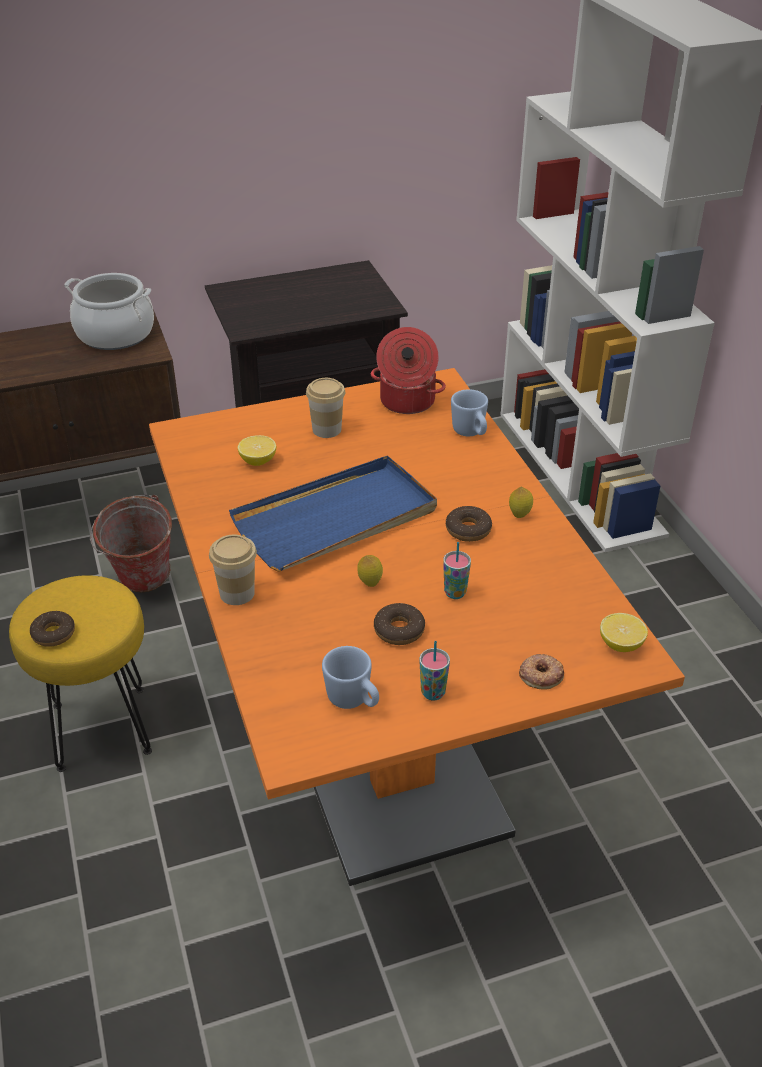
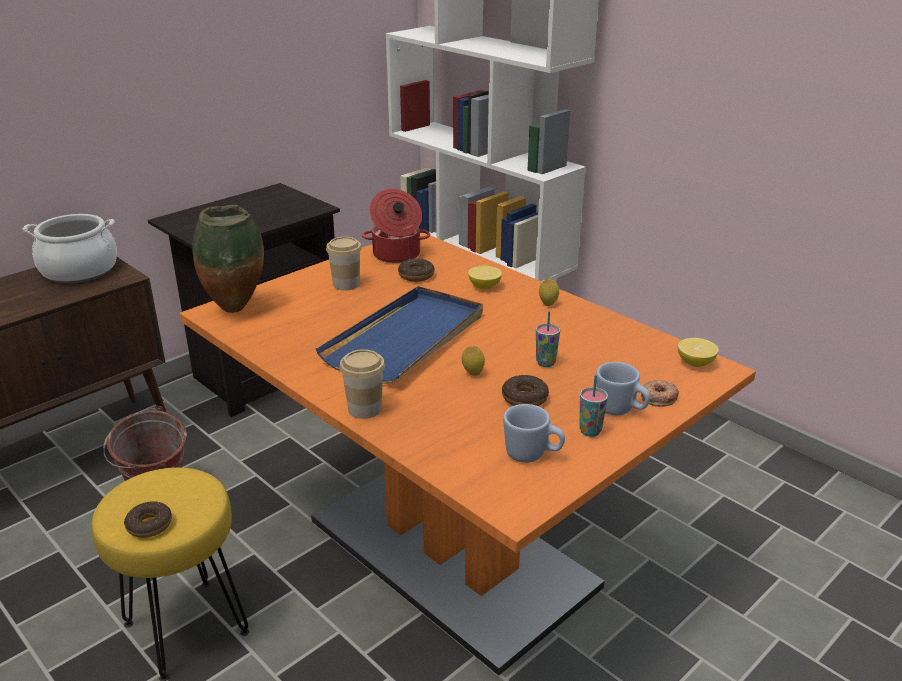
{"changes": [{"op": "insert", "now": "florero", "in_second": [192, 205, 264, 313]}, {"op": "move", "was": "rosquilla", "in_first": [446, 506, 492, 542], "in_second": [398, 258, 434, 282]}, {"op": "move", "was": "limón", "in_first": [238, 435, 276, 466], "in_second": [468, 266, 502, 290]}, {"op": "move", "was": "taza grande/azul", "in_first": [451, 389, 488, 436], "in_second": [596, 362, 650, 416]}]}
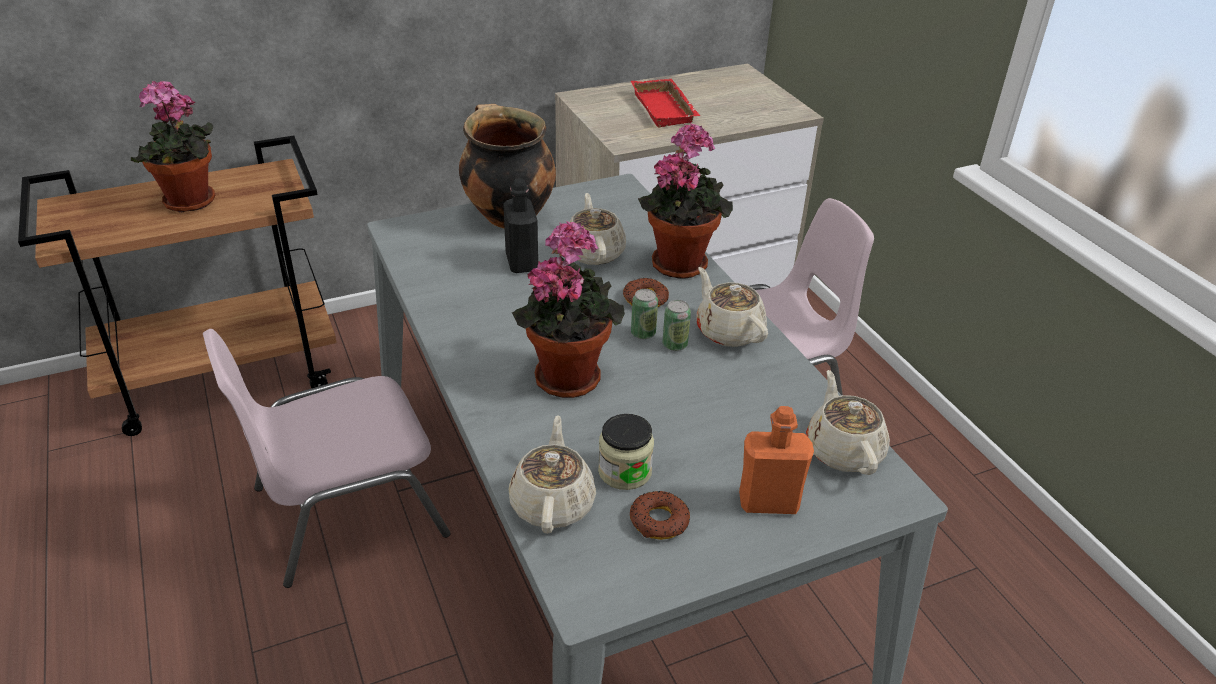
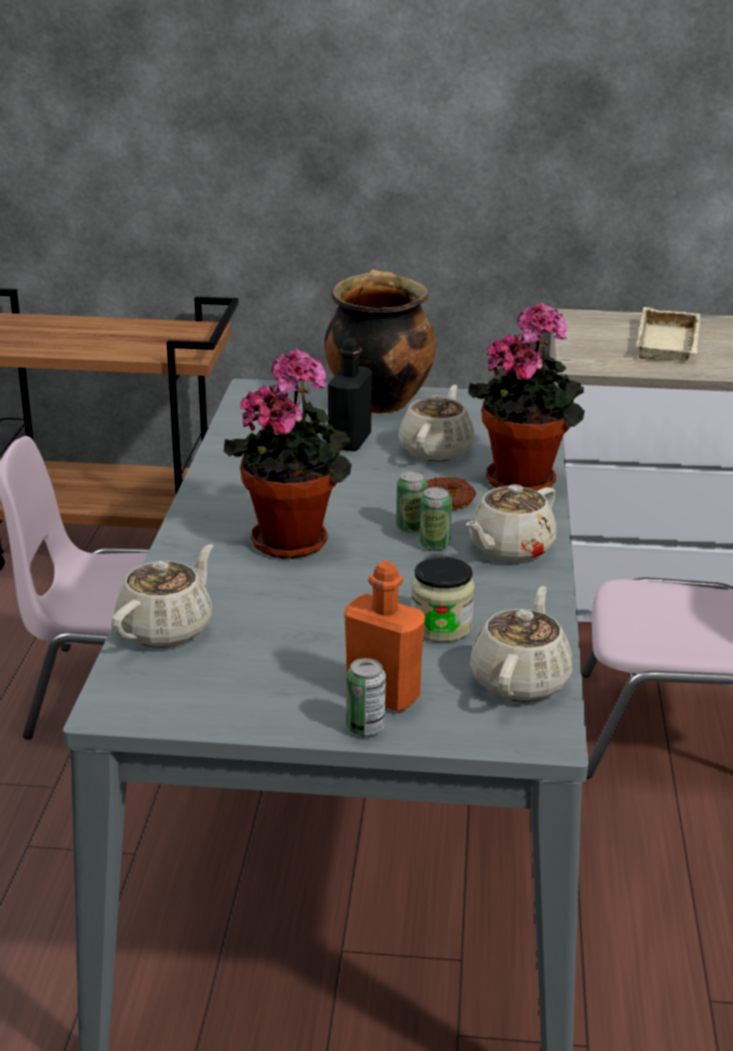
{"changes": [{"op": "insert", "now": "lata", "in_second": [346, 658, 386, 737]}, {"op": "move", "was": "tarro", "in_first": [598, 414, 654, 490], "in_second": [411, 557, 475, 642]}, {"op": "rotate", "was": "tetera/beis", "in_first": [696, 267, 768, 347], "in_second": [466, 484, 557, 562], "clockwise": -135}, {"op": "recolor", "was": "bandeja/rojo", "now": "bandeja/beis", "in_first": [631, 79, 700, 127], "in_second": [636, 307, 700, 361]}, {"op": "delete", "was": "planta en maceta", "in_first": [131, 80, 215, 212]}, {"op": "delete", "was": "rosquilla", "in_first": [630, 491, 690, 540]}]}
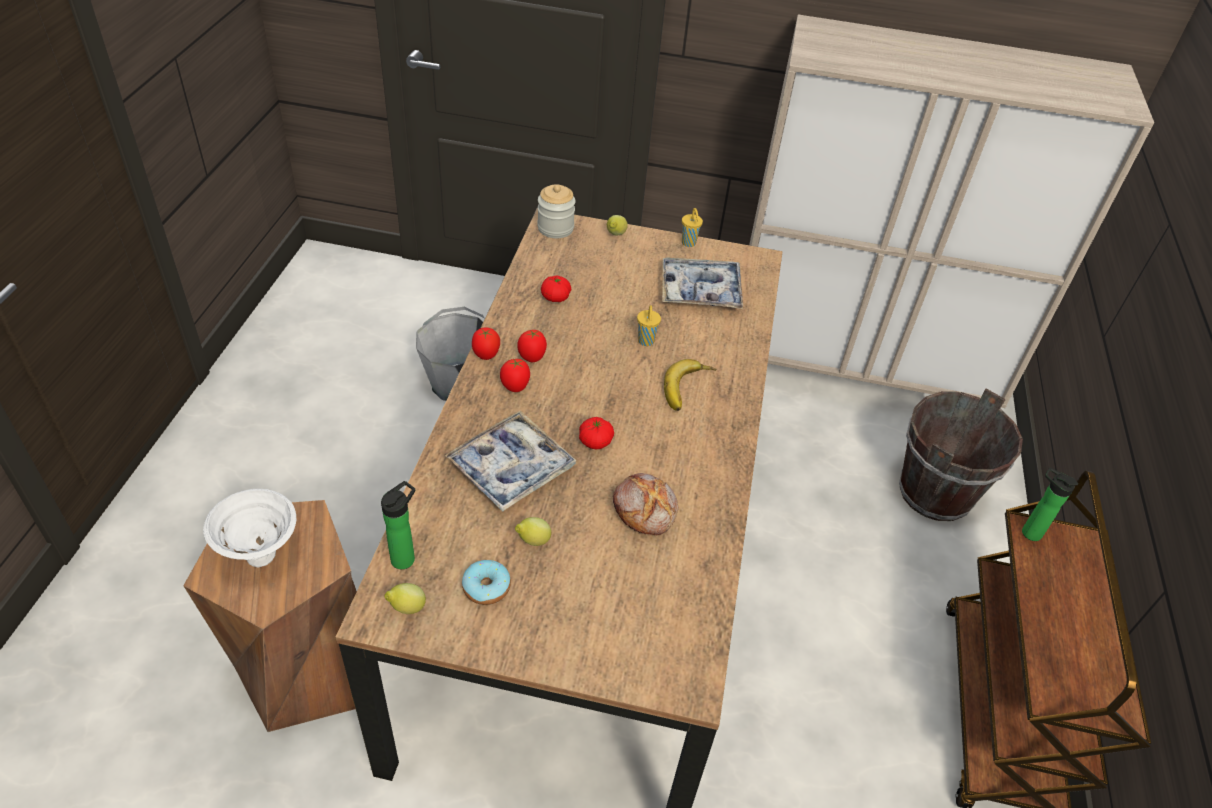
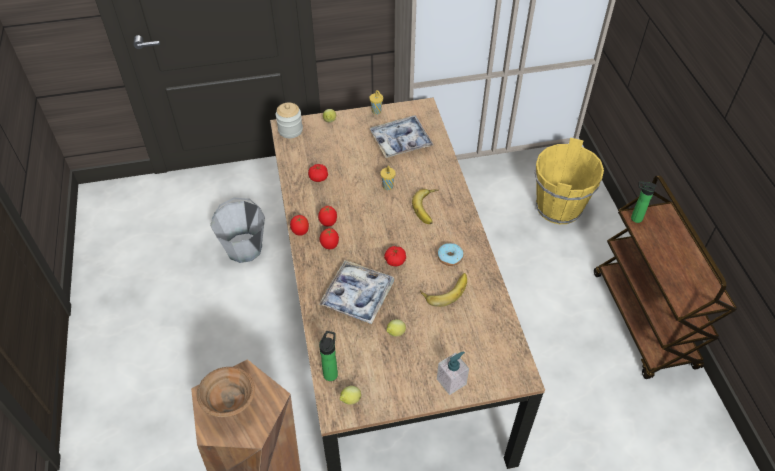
{"changes": [{"op": "recolor", "was": "cuenco/blanco", "now": "cuenco/marrón", "in_first": [203, 489, 296, 568], "in_second": [196, 367, 255, 417]}, {"op": "replace", "was": "pan", "now": "plátano", "in_first": [613, 473, 679, 535], "in_second": [420, 273, 467, 307]}, {"op": "move", "was": "rosquilla", "in_first": [462, 560, 511, 605], "in_second": [437, 243, 463, 266]}, {"op": "insert", "now": "dispensador de jabón", "in_second": [437, 351, 469, 395]}, {"op": "recolor", "was": "cubo/marrón", "now": "cubo/amarillo", "in_first": [899, 388, 1023, 521], "in_second": [535, 138, 604, 224]}]}
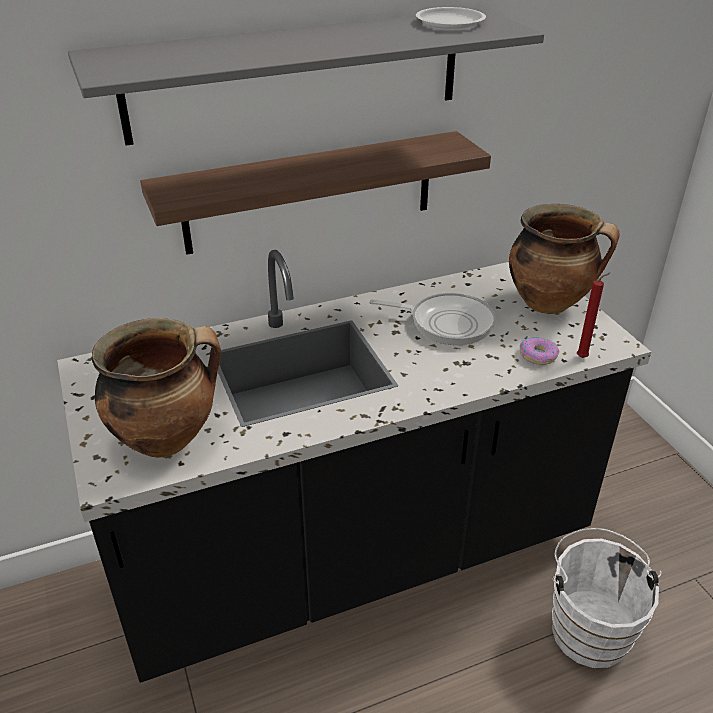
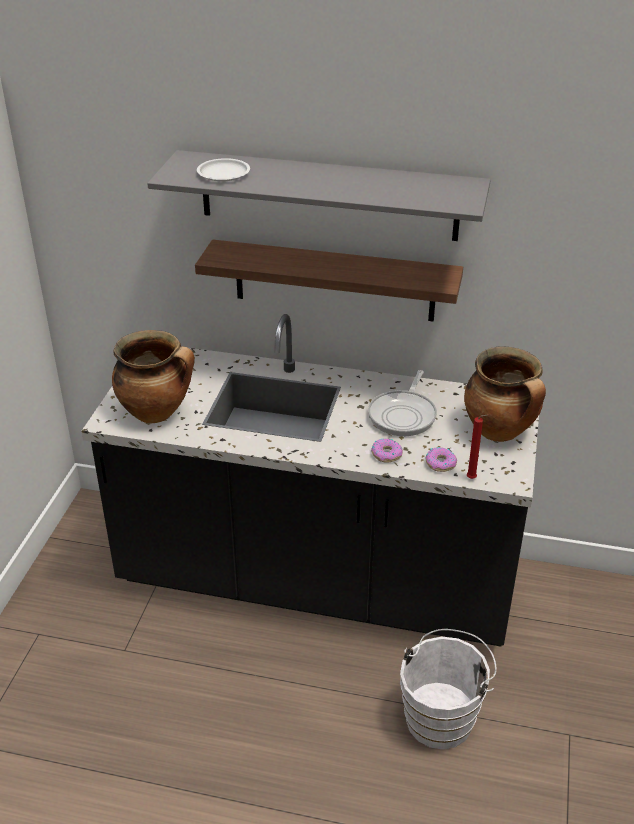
{"changes": [{"op": "move", "was": "plato/blanco", "in_first": [416, 7, 486, 29], "in_second": [197, 158, 250, 181]}, {"op": "rotate", "was": "sartén", "in_first": [370, 293, 496, 345], "in_second": [368, 370, 437, 436], "clockwise": 60}, {"op": "insert", "now": "rosquilla", "in_second": [371, 438, 403, 463]}]}
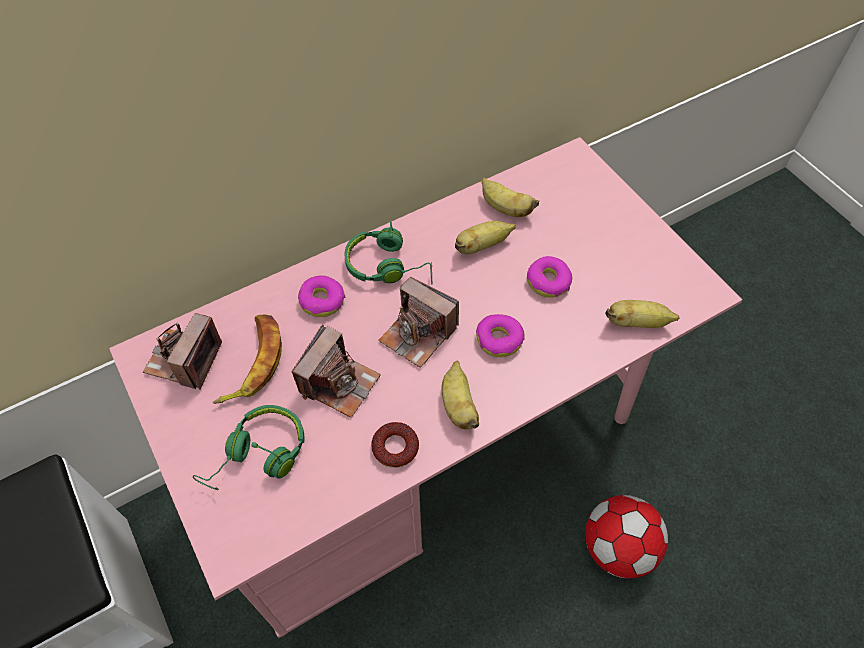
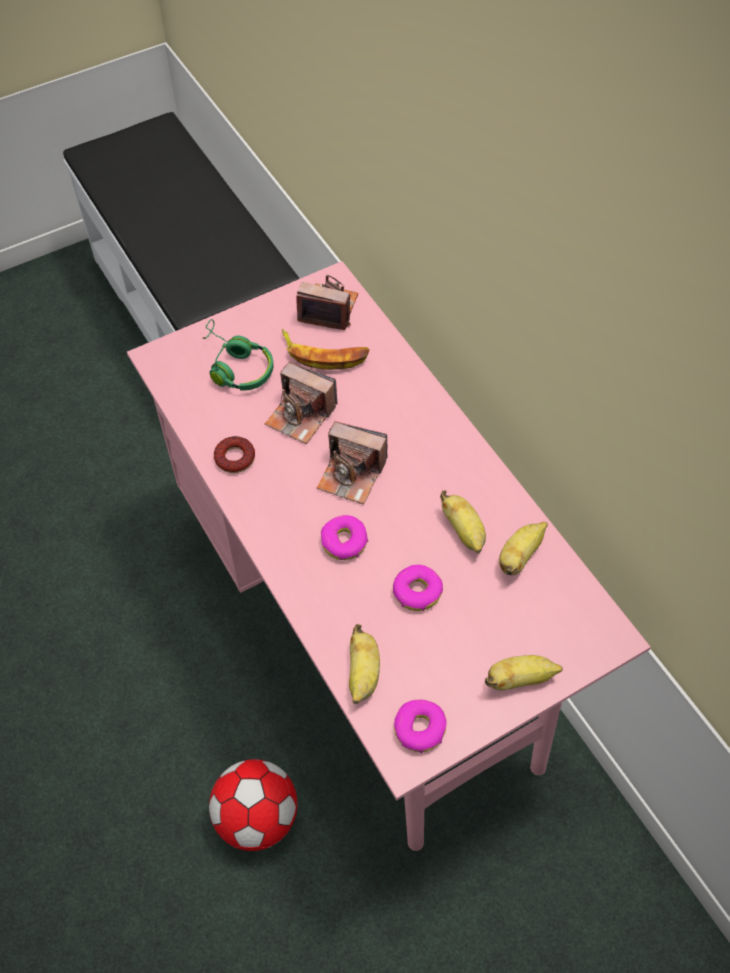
{"changes": [{"op": "rotate", "was": "cámara", "in_first": [379, 277, 459, 368], "in_second": [317, 421, 388, 504], "clockwise": -105}, {"op": "move", "was": "rosquilla", "in_first": [298, 275, 345, 317], "in_second": [394, 700, 447, 753]}, {"op": "move", "was": "plátano", "in_first": [442, 361, 479, 430], "in_second": [485, 655, 563, 691]}, {"op": "delete", "was": "auriculares/verde", "in_first": [345, 221, 432, 284]}]}
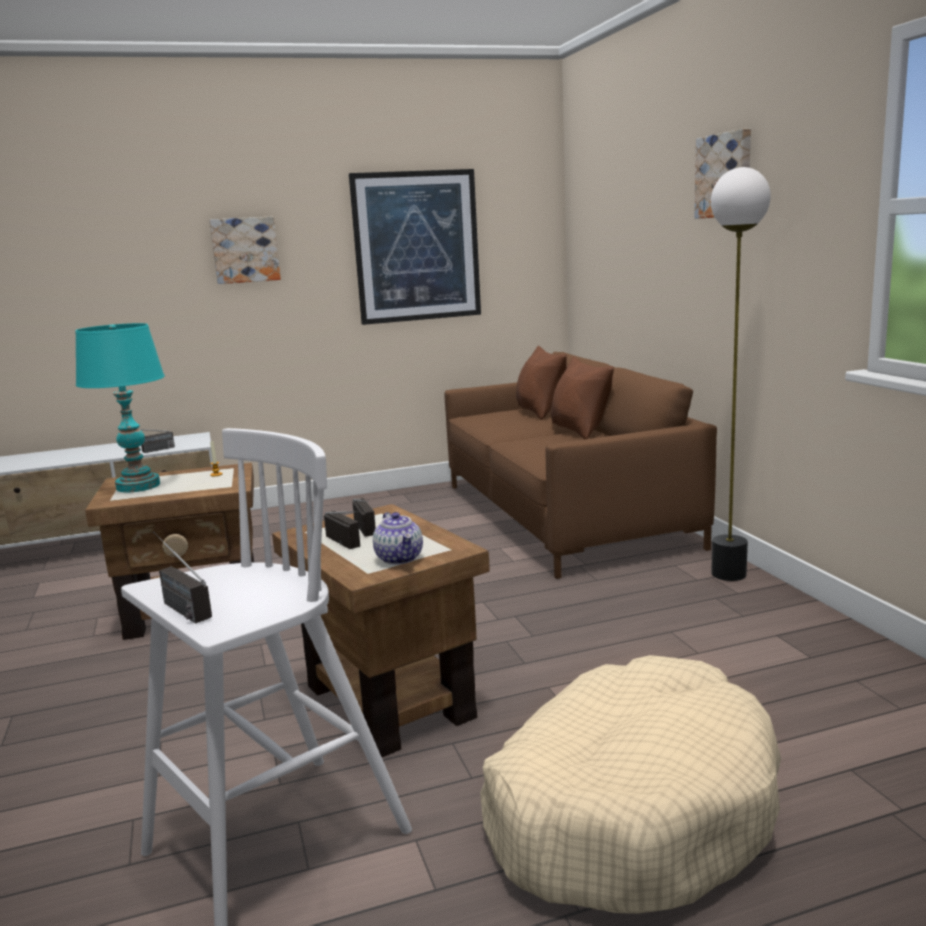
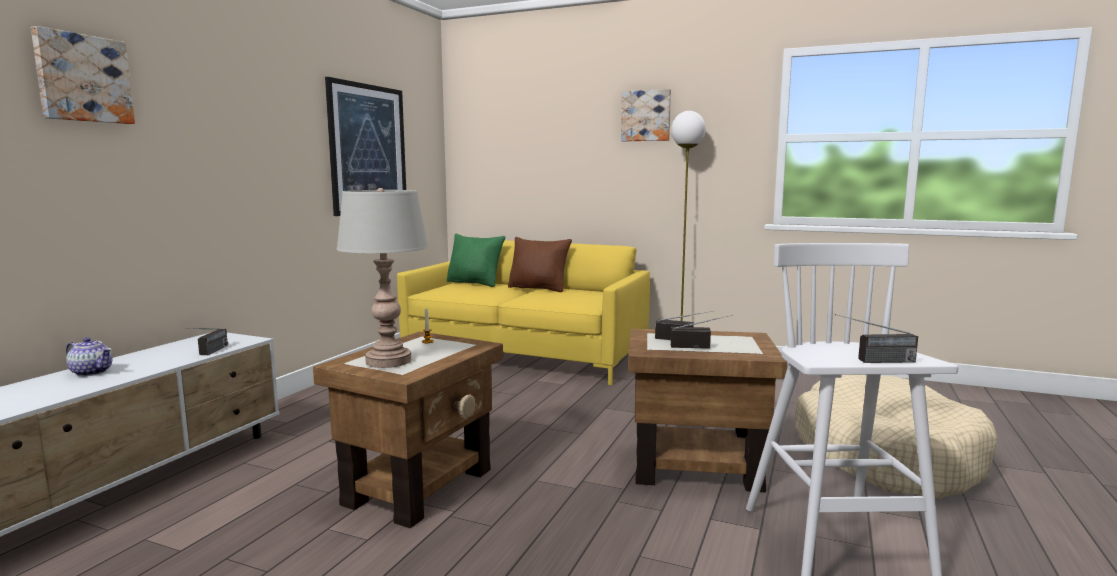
{"changes": [{"op": "move", "was": "cuadro", "in_first": [209, 216, 281, 284], "in_second": [31, 26, 135, 124]}, {"op": "move", "was": "tetera", "in_first": [373, 512, 423, 565], "in_second": [66, 337, 112, 376]}, {"op": "recolor", "was": "lámpara de mesa/turquesa", "now": "lámpara de mesa/gris", "in_first": [75, 323, 165, 492], "in_second": [336, 188, 428, 368]}, {"op": "recolor", "was": "sofá/marrón", "now": "sofá/amarillo", "in_first": [444, 352, 717, 579], "in_second": [397, 240, 650, 385]}, {"op": "recolor", "was": "cojín/marrón", "now": "cojín/verde", "in_first": [516, 345, 567, 420], "in_second": [446, 234, 505, 287]}]}
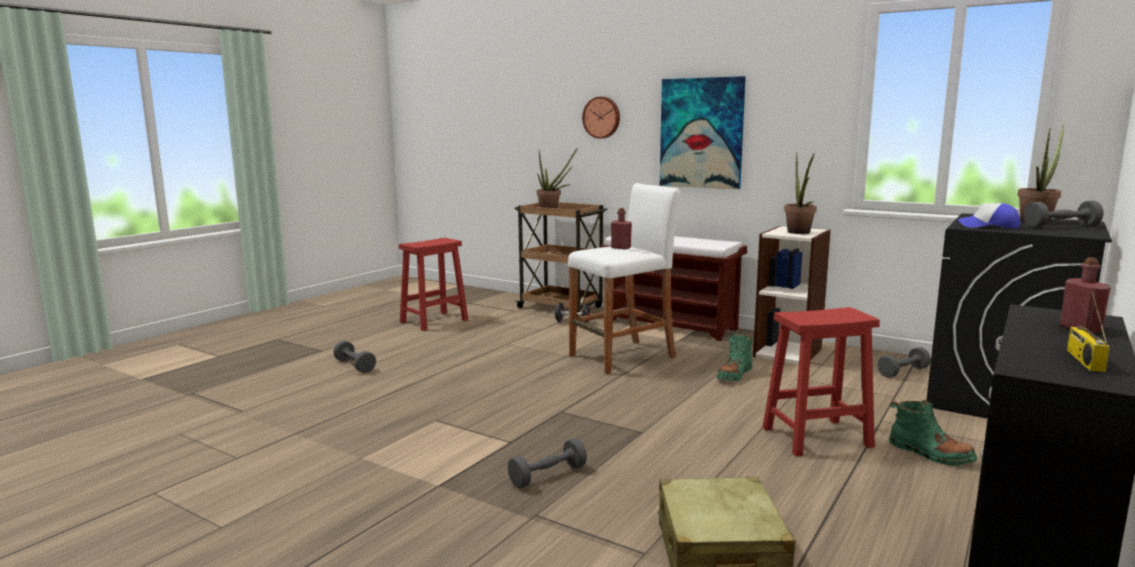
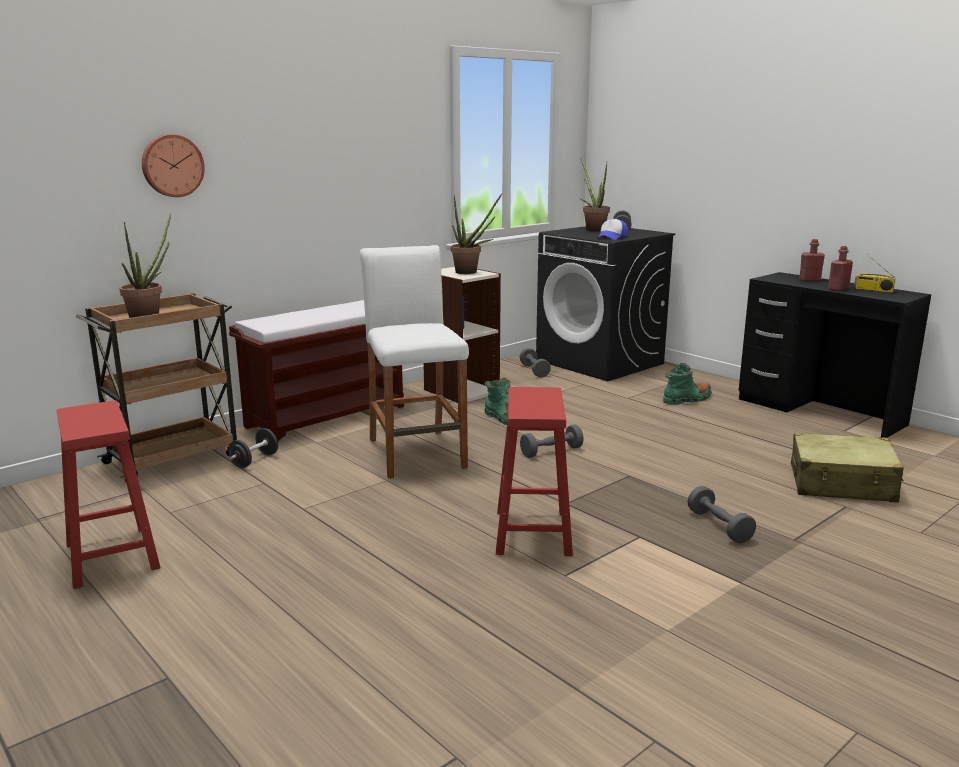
{"changes": [{"op": "move", "was": "taburete/rojo", "in_first": [762, 307, 880, 457], "in_second": [496, 387, 573, 556]}, {"op": "move", "was": "mancuerna/gris", "in_first": [333, 341, 376, 373], "in_second": [520, 424, 584, 458]}, {"op": "move", "was": "botella/rojo", "in_first": [611, 208, 632, 249], "in_second": [828, 246, 853, 291]}, {"op": "delete", "was": "cuadro", "in_first": [660, 76, 746, 189]}]}
